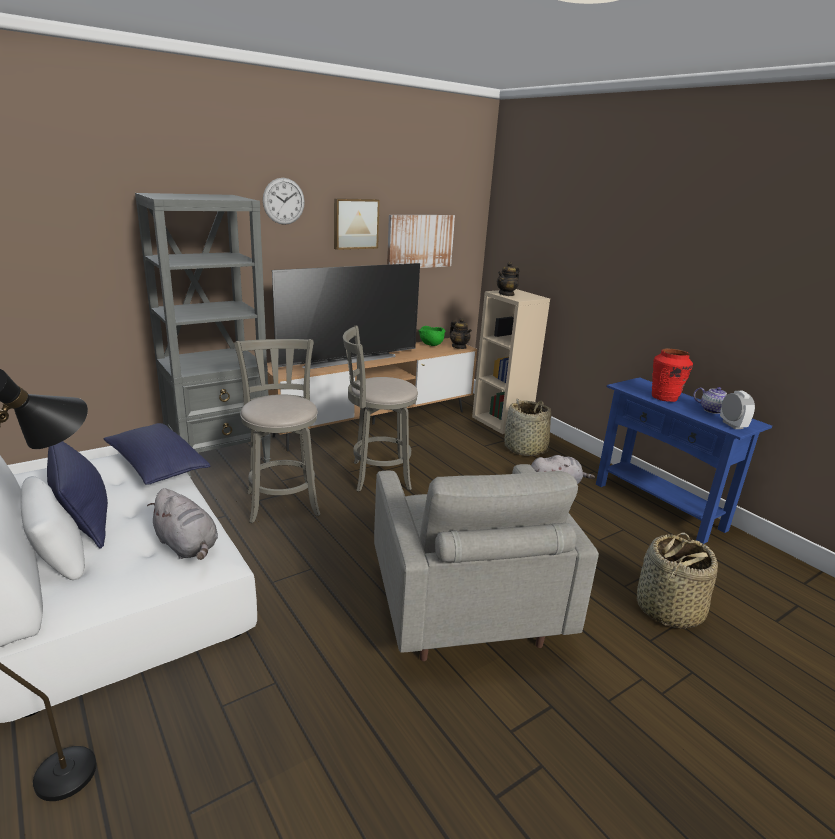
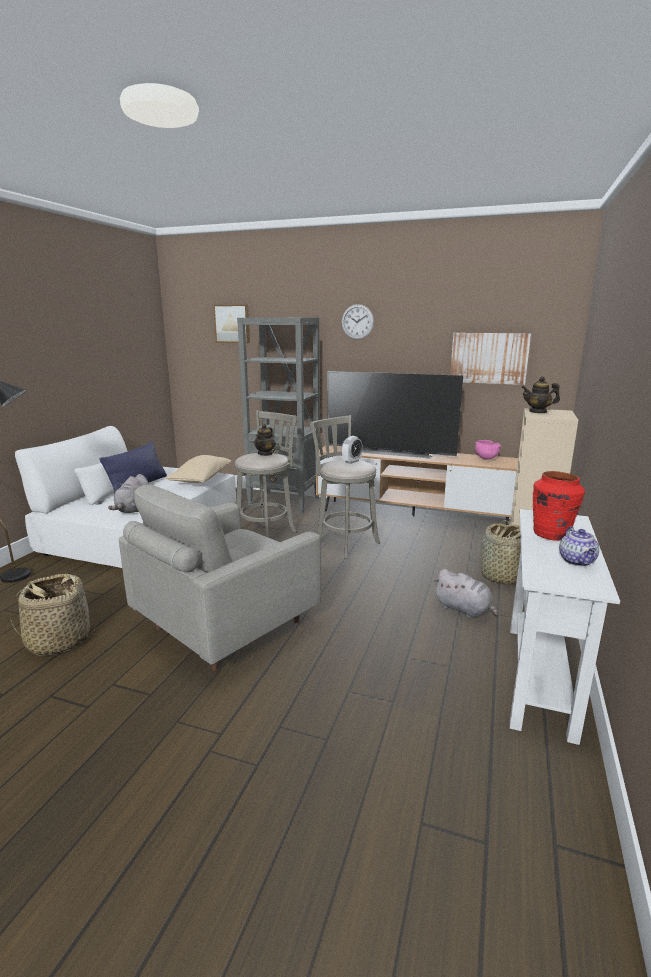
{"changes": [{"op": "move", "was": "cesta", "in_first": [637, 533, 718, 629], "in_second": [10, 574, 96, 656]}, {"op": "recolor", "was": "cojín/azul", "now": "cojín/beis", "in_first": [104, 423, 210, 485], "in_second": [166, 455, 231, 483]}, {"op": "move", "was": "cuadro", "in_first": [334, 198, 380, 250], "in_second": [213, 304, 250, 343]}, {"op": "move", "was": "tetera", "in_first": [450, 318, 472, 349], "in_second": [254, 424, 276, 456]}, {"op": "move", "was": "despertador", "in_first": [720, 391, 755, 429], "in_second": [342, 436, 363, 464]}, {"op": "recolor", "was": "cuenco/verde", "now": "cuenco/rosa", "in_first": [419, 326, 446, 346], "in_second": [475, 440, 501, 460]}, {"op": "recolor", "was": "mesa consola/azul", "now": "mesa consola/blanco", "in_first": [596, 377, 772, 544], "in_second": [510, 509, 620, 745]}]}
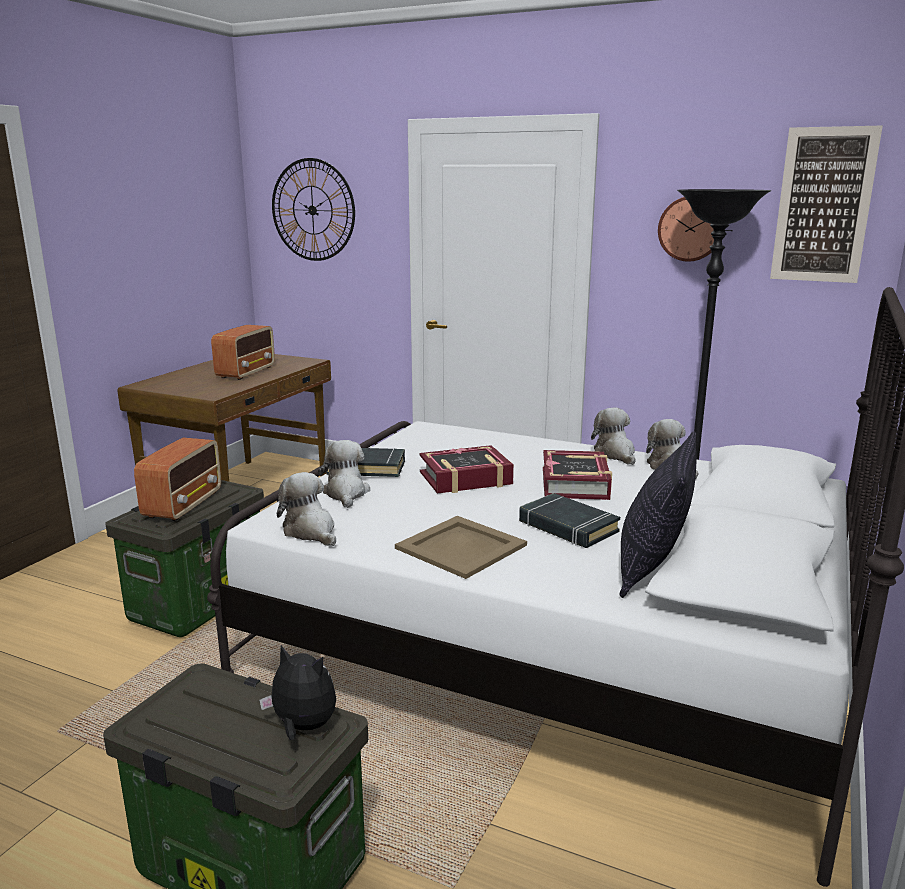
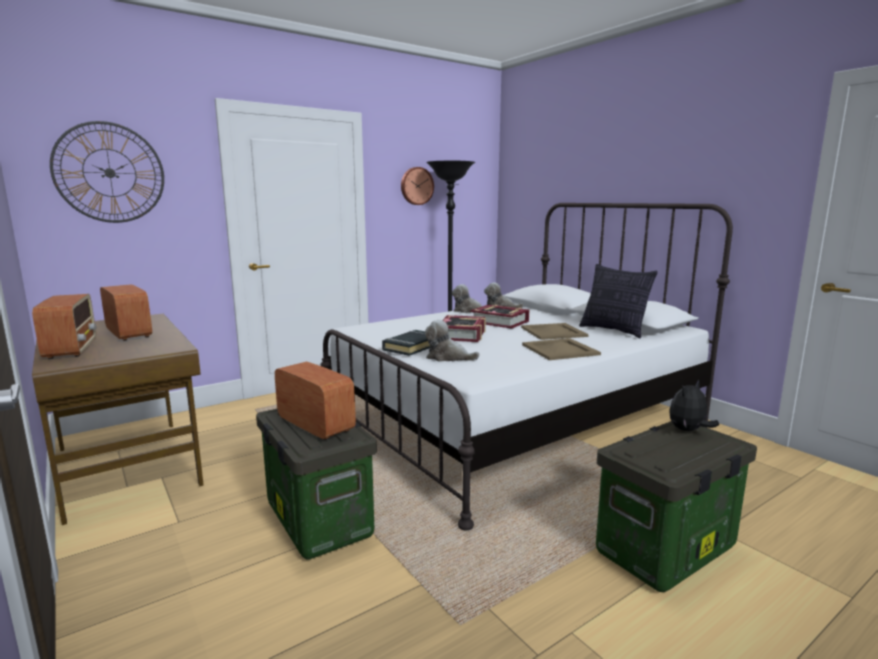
{"changes": [{"op": "insert", "now": "radio", "in_second": [32, 294, 96, 359]}, {"op": "replace", "was": "libro/negro", "now": "bandeja/beis", "in_first": [519, 493, 620, 548], "in_second": [521, 323, 589, 340]}, {"op": "delete", "was": "peluche", "in_first": [277, 472, 336, 546]}, {"op": "delete", "was": "cuadro", "in_first": [770, 125, 883, 283]}]}
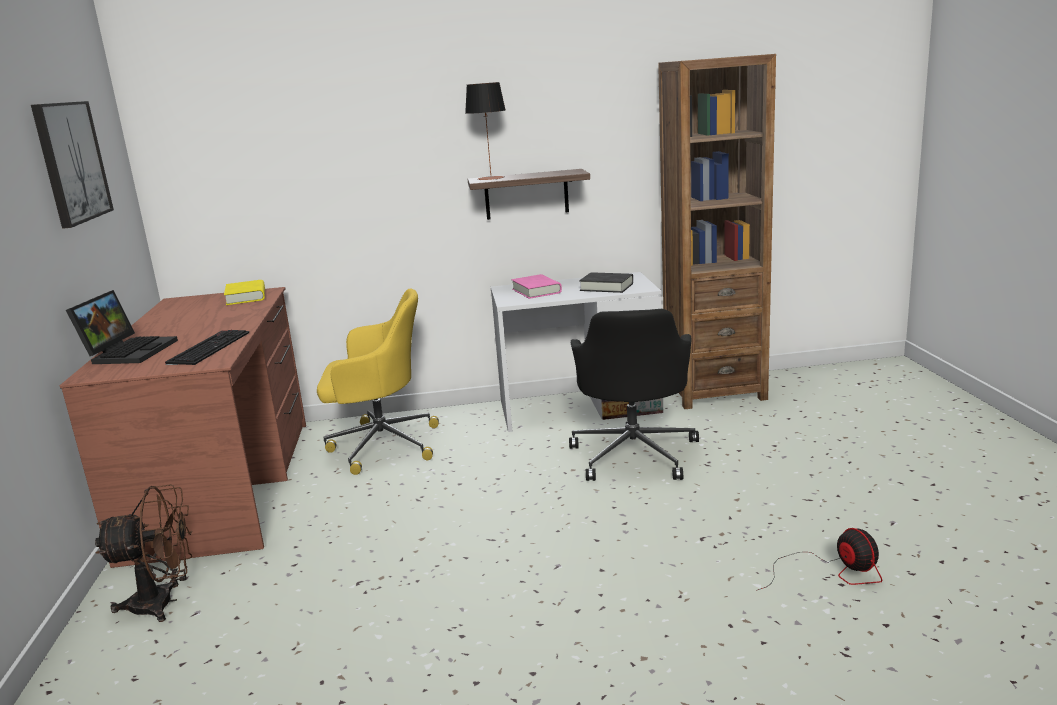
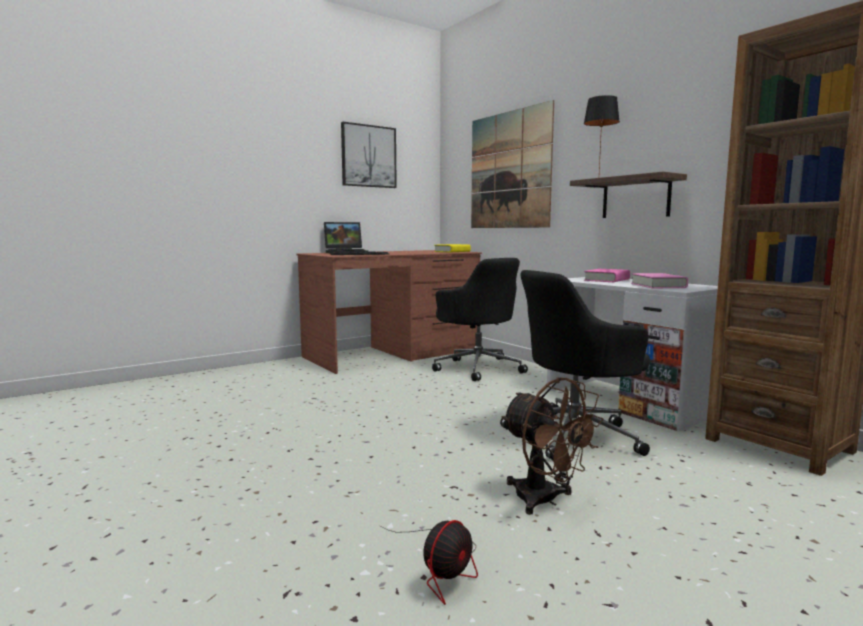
{"changes": [{"op": "recolor", "was": "silla de oficina/amarillo", "now": "silla de oficina/negro", "in_first": [317, 289, 439, 475], "in_second": [432, 258, 528, 381]}, {"op": "insert", "now": "cuadro", "in_second": [471, 100, 554, 228]}, {"op": "move", "was": "ventilador/marrón", "in_first": [95, 484, 193, 622], "in_second": [502, 377, 604, 515]}, {"op": "recolor", "was": "libro/negro", "now": "libro/rosa", "in_first": [579, 272, 633, 293], "in_second": [631, 273, 688, 288]}]}
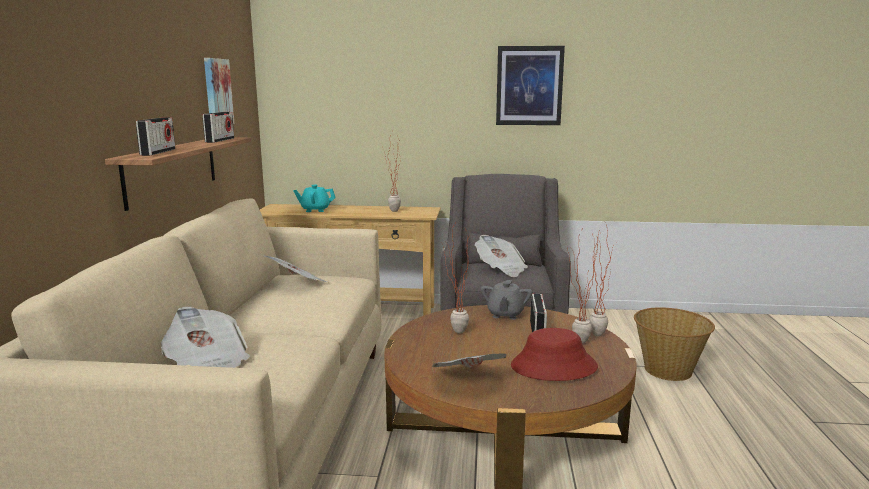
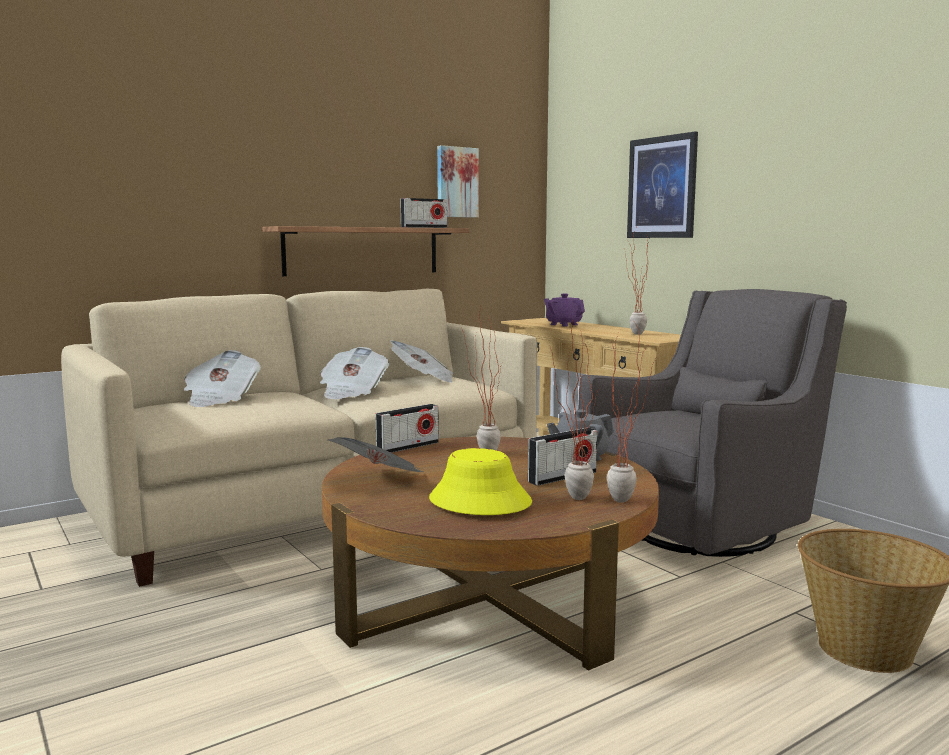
{"changes": [{"op": "move", "was": "periódico", "in_first": [475, 235, 528, 277], "in_second": [320, 347, 389, 399]}, {"op": "move", "was": "radio", "in_first": [136, 117, 176, 156], "in_second": [376, 404, 439, 453]}, {"op": "recolor", "was": "sombrero/rojo", "now": "sombrero/amarillo", "in_first": [511, 328, 598, 381], "in_second": [429, 448, 532, 515]}, {"op": "recolor", "was": "tetera/turquesa", "now": "tetera/morado", "in_first": [293, 185, 336, 212], "in_second": [544, 294, 585, 326]}, {"op": "move", "was": "cuadro", "in_first": [496, 46, 565, 125], "in_second": [627, 132, 698, 238]}]}
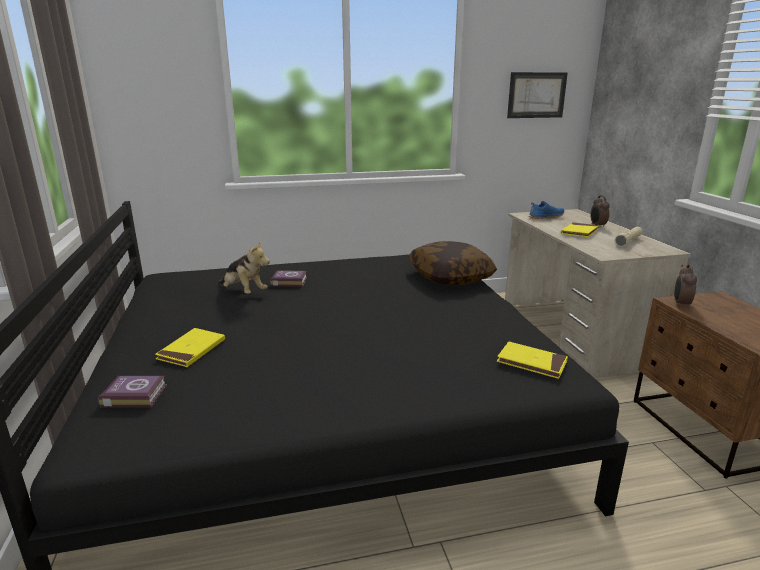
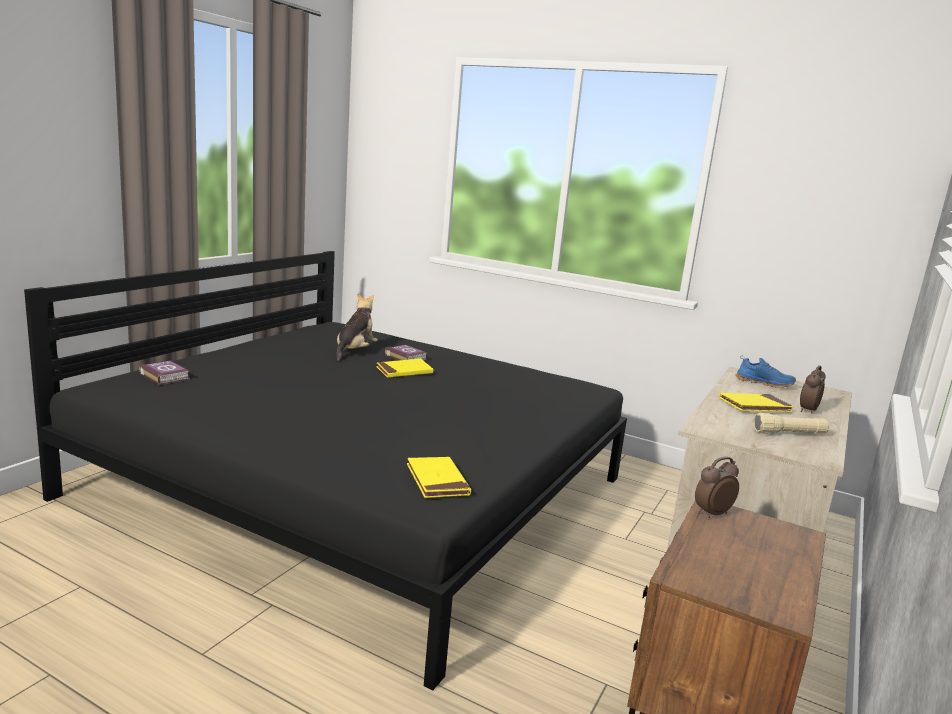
{"changes": [{"op": "rotate", "was": "peluche", "in_first": [217, 241, 270, 294], "in_second": [337, 293, 378, 361], "clockwise": -150}, {"op": "move", "was": "libro/amarillo", "in_first": [155, 328, 225, 367], "in_second": [376, 359, 433, 378]}, {"op": "delete", "was": "cojín", "in_first": [408, 241, 497, 285]}, {"op": "delete", "was": "cuadro", "in_first": [507, 72, 568, 118]}]}
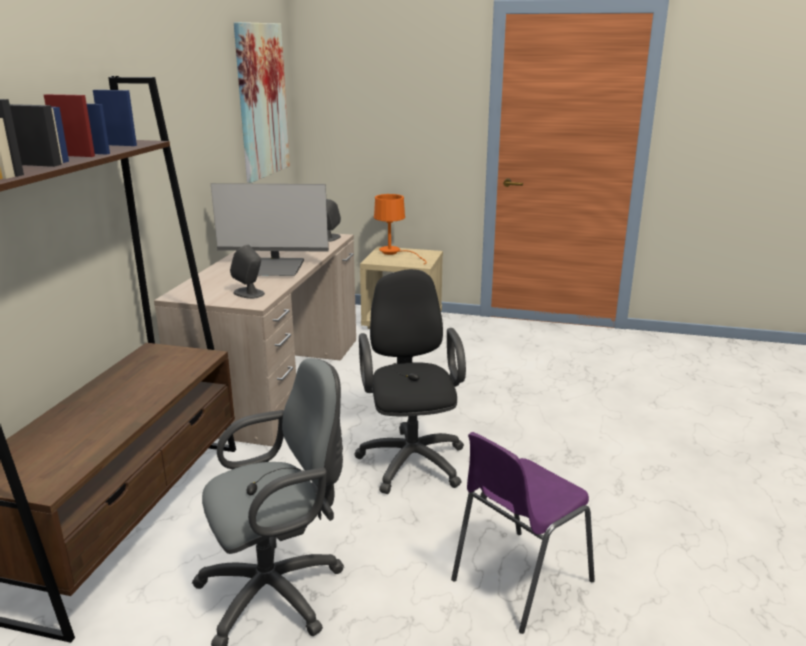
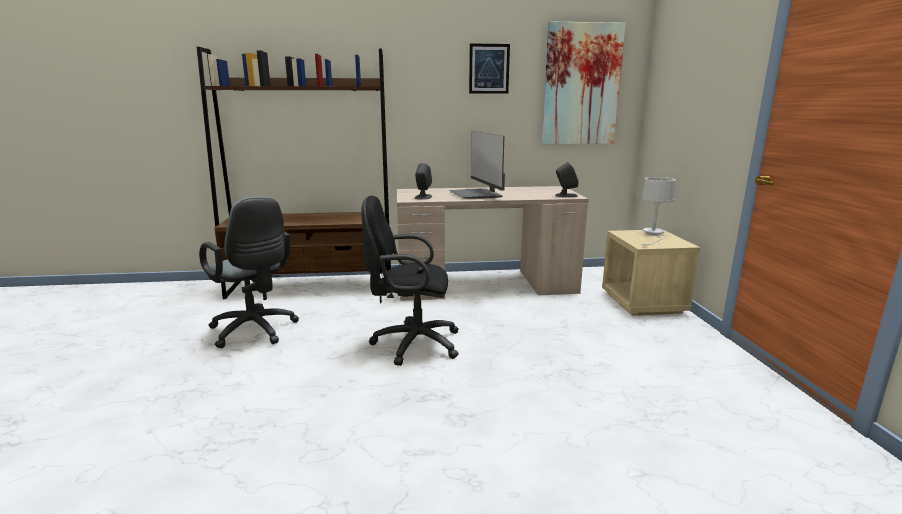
{"changes": [{"op": "rotate", "was": "silla de oficina/negro", "in_first": [354, 269, 466, 494], "in_second": [361, 196, 459, 366], "clockwise": -150}, {"op": "insert", "now": "cuadro", "in_second": [469, 44, 510, 94]}, {"op": "recolor", "was": "lámpara de mesa/naranja", "now": "lámpara de mesa/blanco", "in_first": [374, 194, 427, 264], "in_second": [641, 177, 676, 245]}, {"op": "delete", "was": "silla/morado", "in_first": [451, 432, 595, 634]}]}
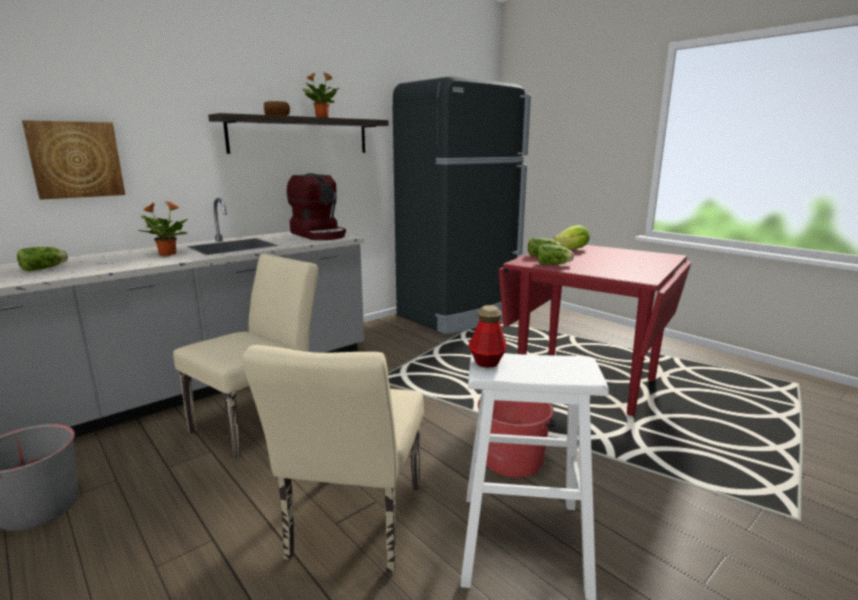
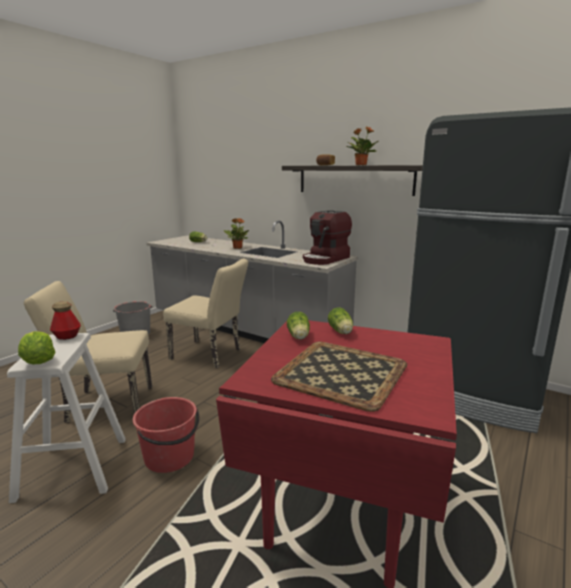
{"changes": [{"op": "move", "was": "lechuga", "in_first": [553, 225, 590, 249], "in_second": [18, 331, 55, 365]}, {"op": "insert", "now": "bandeja", "in_second": [271, 342, 407, 412]}, {"op": "delete", "was": "cuadro", "in_first": [22, 120, 125, 200]}]}
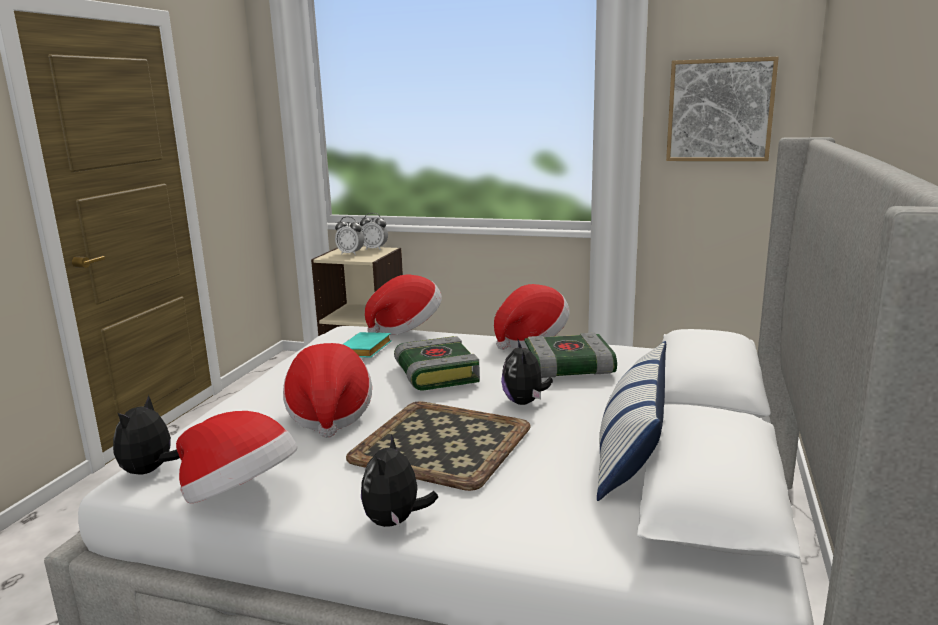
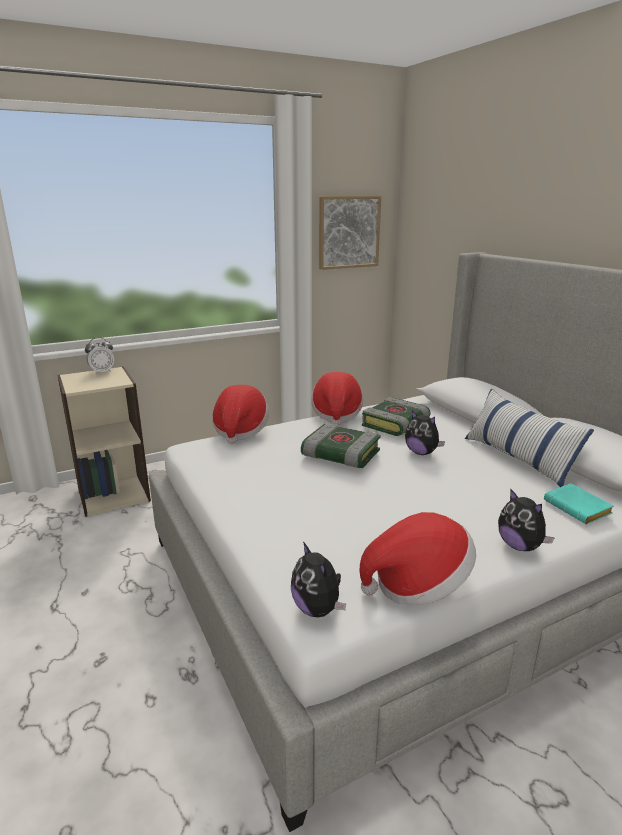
{"changes": [{"op": "move", "was": "libro/turquesa", "in_first": [343, 332, 392, 358], "in_second": [544, 483, 614, 524]}, {"op": "delete", "was": "sombrero", "in_first": [283, 343, 372, 438]}, {"op": "delete", "was": "despertador", "in_first": [335, 217, 364, 255]}, {"op": "delete", "was": "bandeja", "in_first": [346, 401, 531, 491]}]}
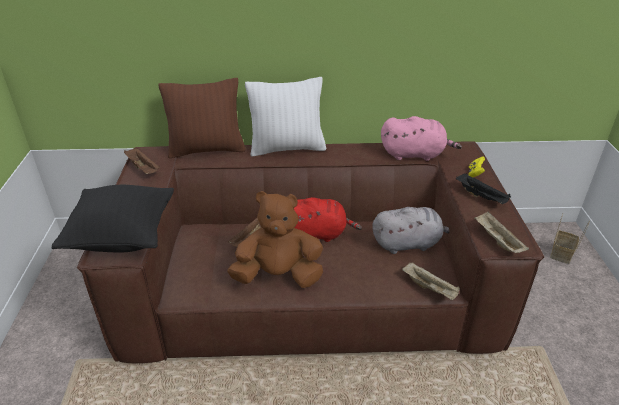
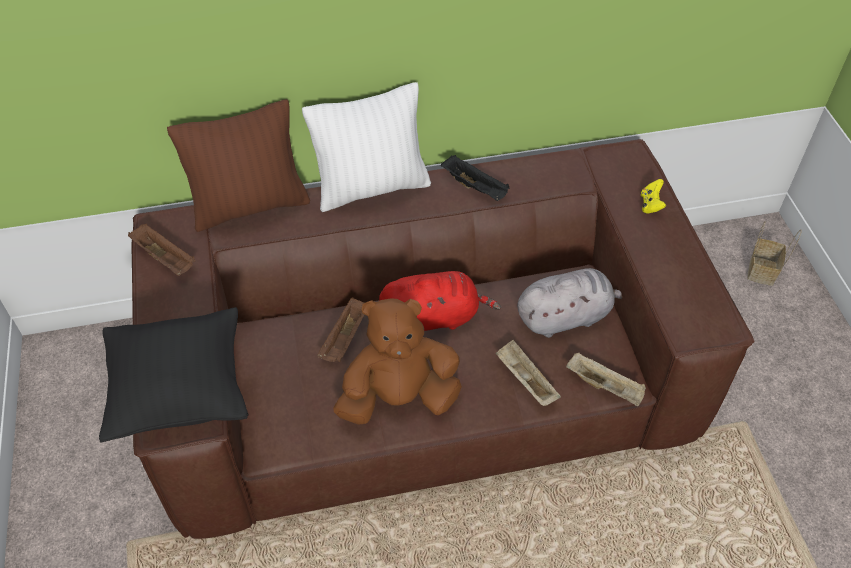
{"changes": [{"op": "move", "was": "bandeja/negro", "in_first": [456, 173, 511, 204], "in_second": [441, 155, 510, 201]}, {"op": "move", "was": "bandeja/beis", "in_first": [474, 211, 529, 253], "in_second": [495, 340, 561, 406]}, {"op": "delete", "was": "peluche/rosa", "in_first": [381, 116, 462, 161]}]}
